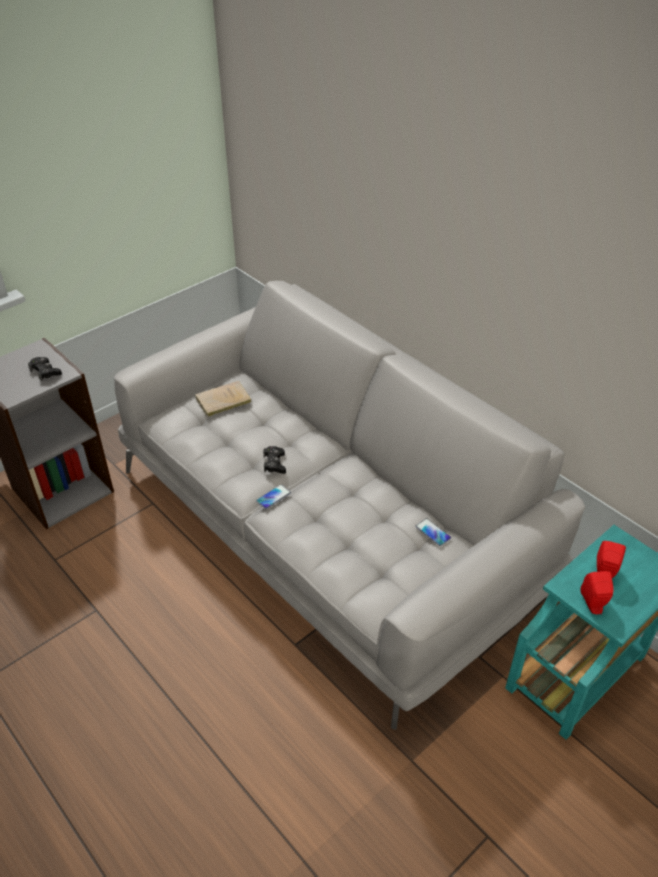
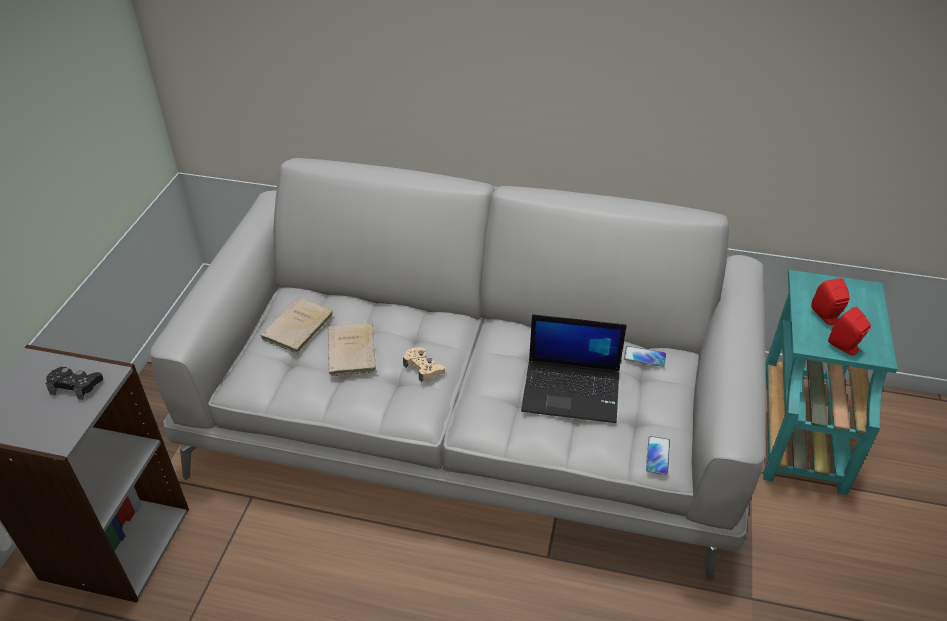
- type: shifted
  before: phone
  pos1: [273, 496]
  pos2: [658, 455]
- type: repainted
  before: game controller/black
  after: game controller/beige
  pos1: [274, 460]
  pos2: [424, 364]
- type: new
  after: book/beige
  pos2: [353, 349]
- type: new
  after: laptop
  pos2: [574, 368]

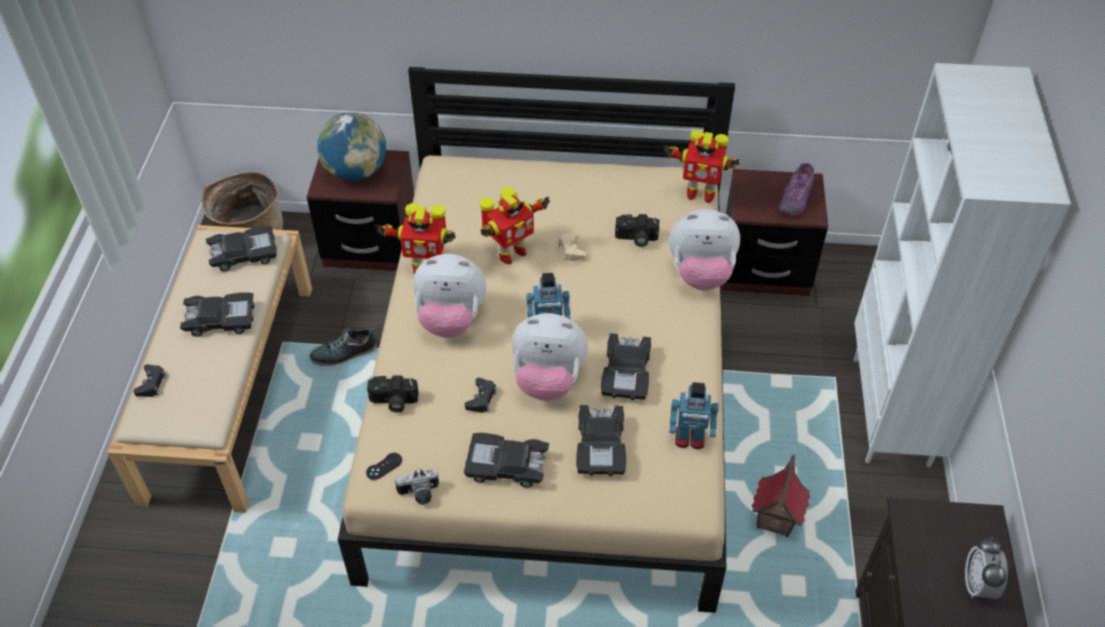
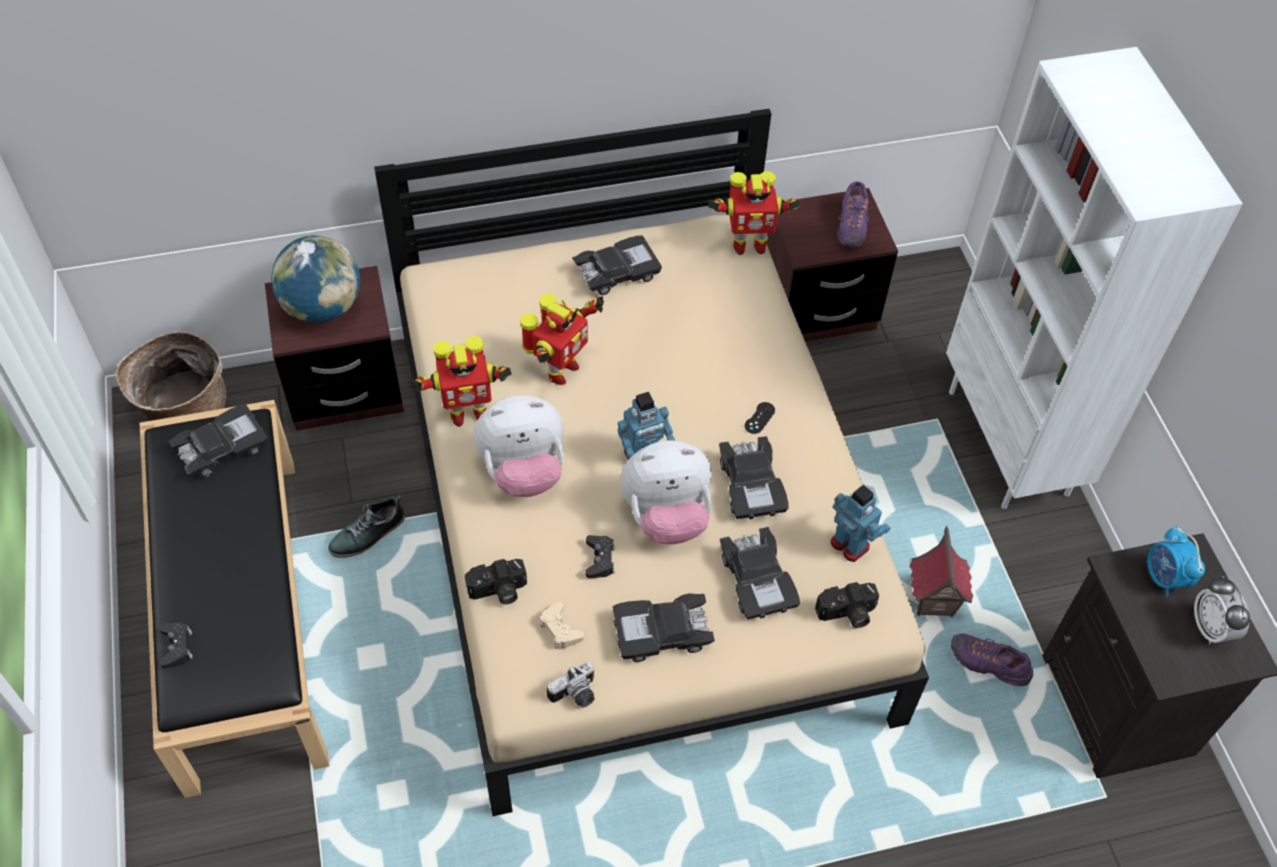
- type: repainted
  before: bench/beige
  after: bench/black
  pos1: [209, 369]
  pos2: [234, 599]
- type: shifted
  before: toy car/black
  pos1: [217, 314]
  pos2: [617, 265]
- type: shifted
  before: game controller/black
  pos1: [384, 466]
  pos2: [760, 418]
- type: shifted
  before: game controller/beige
  pos1: [572, 246]
  pos2: [562, 625]
- type: shifted
  before: photo camera
  pos1: [637, 230]
  pos2: [847, 605]
- type: gone
  before: plush toy
  pos1: [704, 250]
- type: rotated
  before: toy robot
  pos1: [694, 415]
  pos2: [860, 523]
  turn: -120
- type: new
  after: shoe/purple
  pos2: [992, 660]
- type: new
  after: alarm clock
  pos2: [1175, 561]

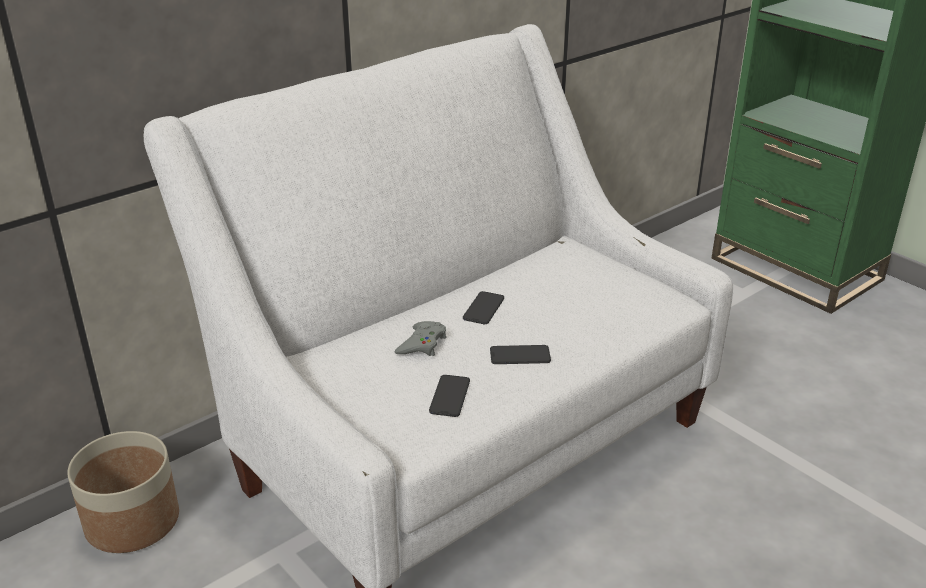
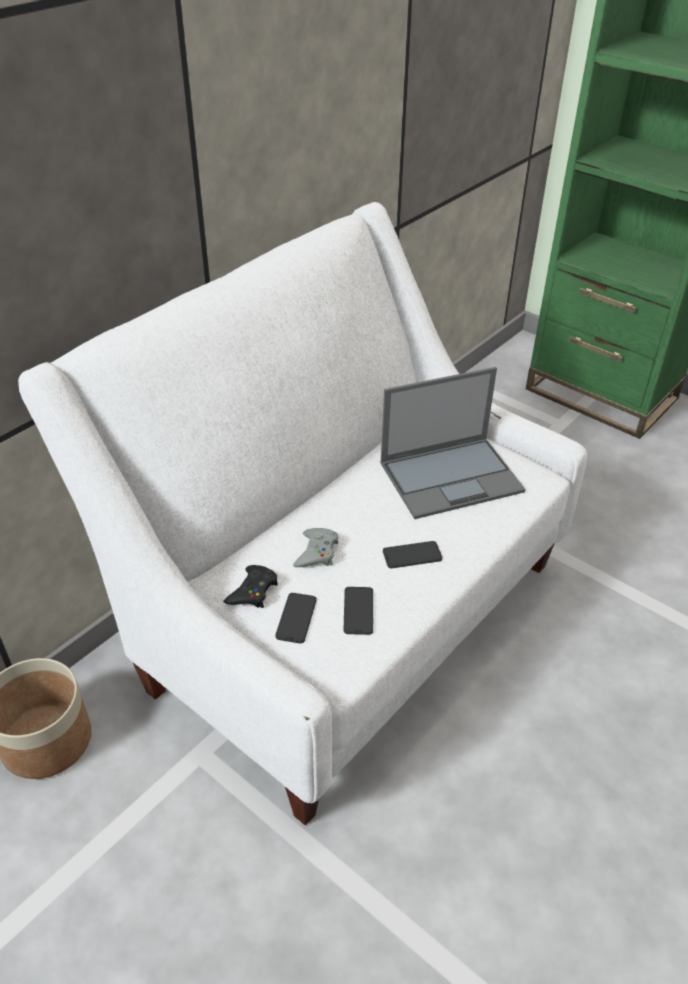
- type: shifted
  before: phone
  pos1: [483, 307]
  pos2: [296, 618]
- type: new
  after: game controller/black
  pos2: [251, 586]
- type: new
  after: laptop
  pos2: [453, 443]

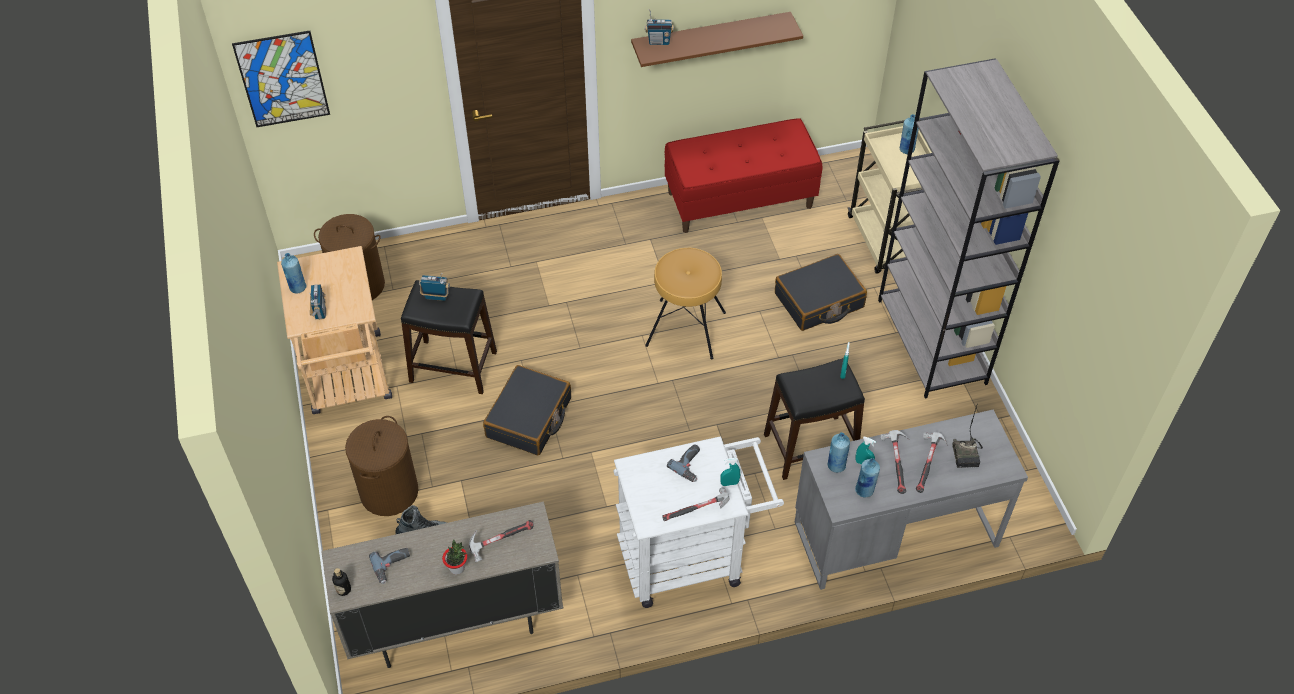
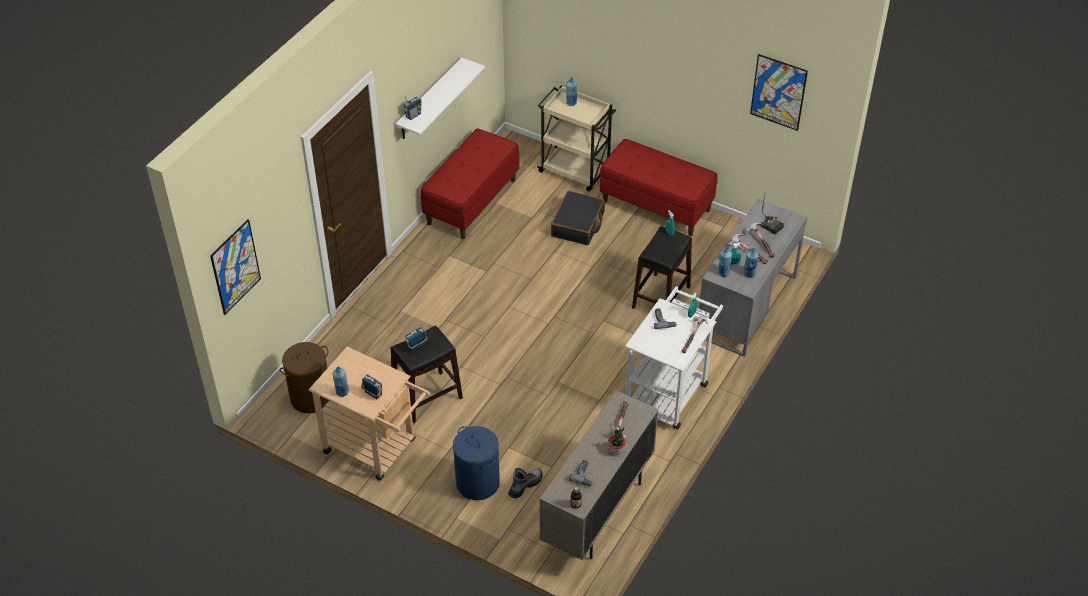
- type: repainted
  before: laundry basket/brown
  after: laundry basket/blue
  pos1: [382, 466]
  pos2: [476, 463]
- type: gone
  before: suitcase/black
  pos1: [527, 410]
- type: repainted
  before: shelf/brown
  after: shelf/white
  pos1: [717, 39]
  pos2: [440, 98]
- type: gone
  before: stool/brown
  pos1: [685, 304]
- type: swapped
  before: bookcase/grey
  after: bench/red
  pos1: [969, 228]
  pos2: [659, 187]
- type: new
  after: picture
  pos2: [779, 92]

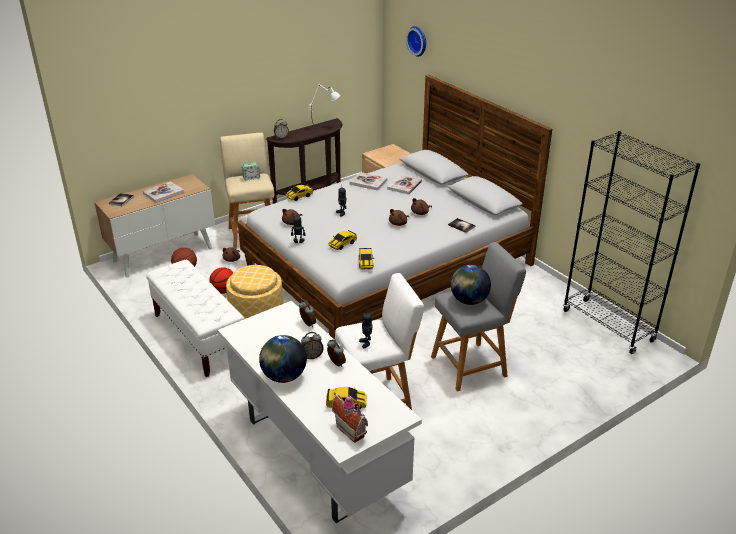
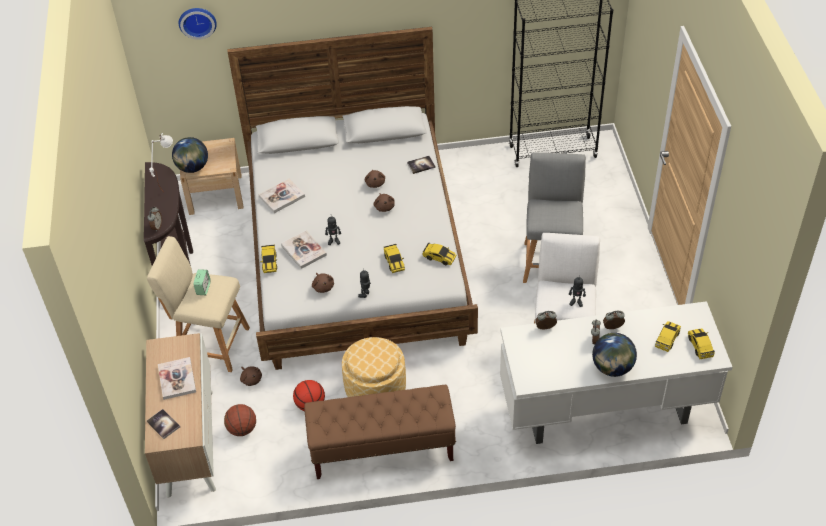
- type: repainted
  before: bench/white
  after: bench/brown
  pos1: [195, 318]
  pos2: [380, 431]
- type: swapped
  before: toy house
  after: toy car
  pos1: [350, 417]
  pos2: [701, 344]
- type: shifted
  before: book
  pos1: [404, 184]
  pos2: [304, 250]
- type: shifted
  before: globe
  pos1: [471, 285]
  pos2: [190, 155]

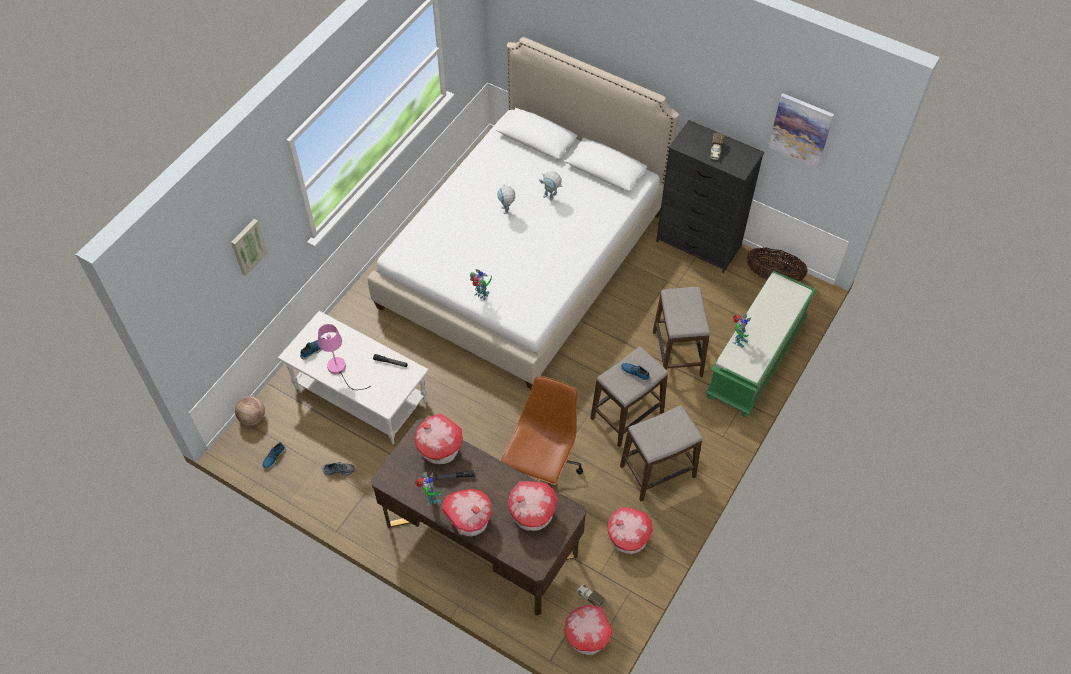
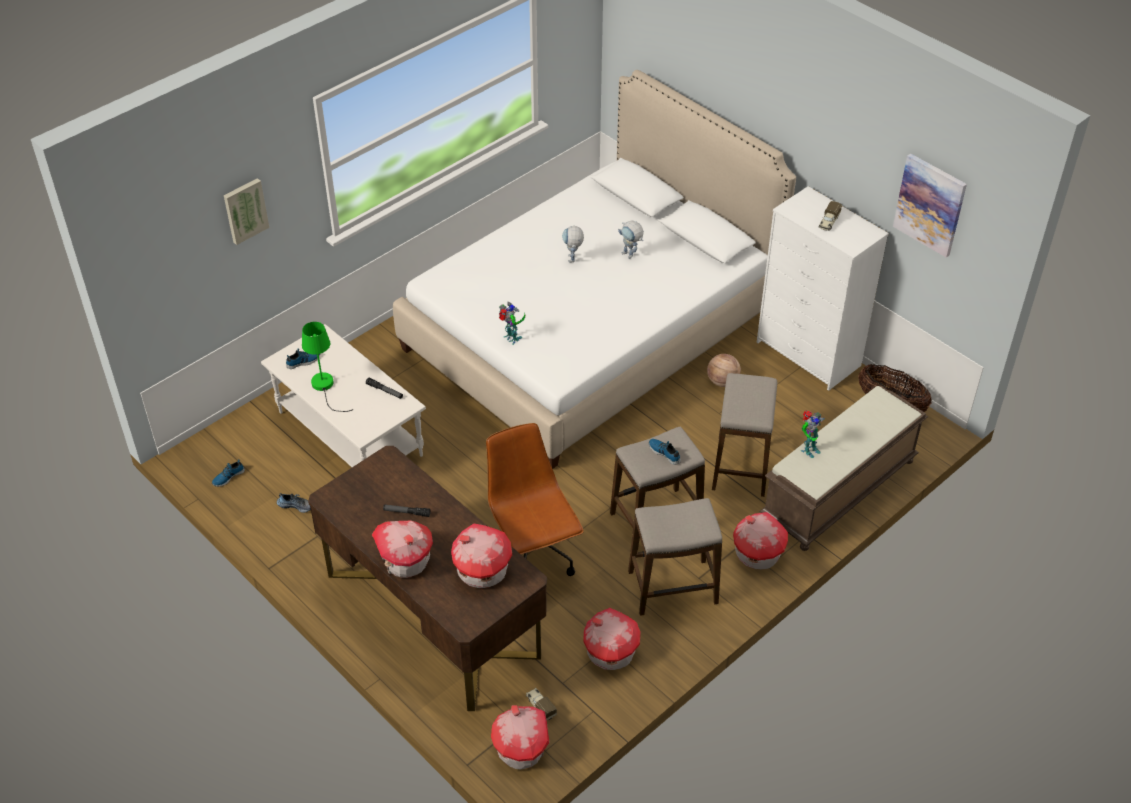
- type: shifted
  before: basketball
  pos1: [250, 410]
  pos2: [724, 370]
- type: repainted
  before: table lamp/pink
  after: table lamp/green
  pos1: [344, 357]
  pos2: [327, 367]
- type: shifted
  before: toy house
  pos1: [439, 439]
  pos2: [760, 540]
- type: gone
  before: toy robot
  pos1: [428, 488]
- type: rotated
  before: office chair/brown
  pos1: [541, 432]
  pos2: [535, 499]
  turn: -60
- type: repainted
  before: dresser/black
  after: dresser/white
  pos1: [710, 196]
  pos2: [823, 288]
- type: repainted
  before: bench/green
  after: bench/brown
  pos1: [761, 344]
  pos2: [843, 468]

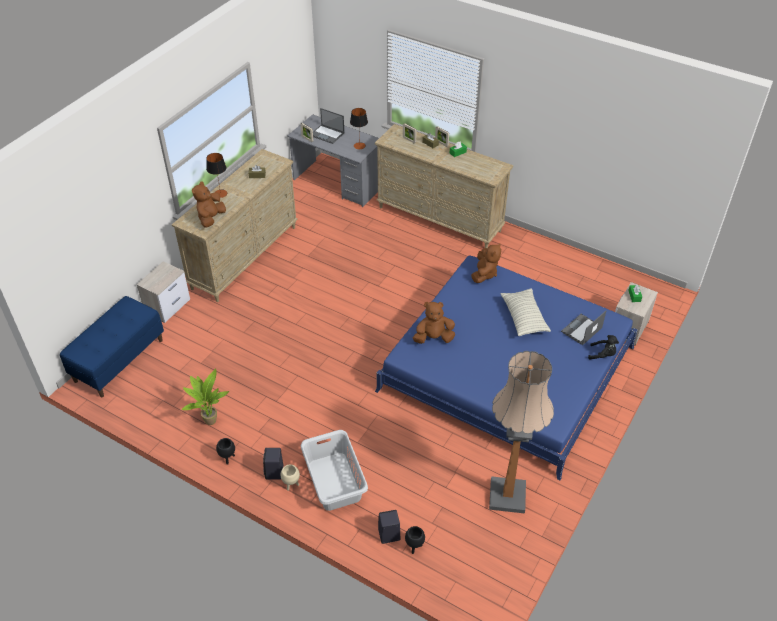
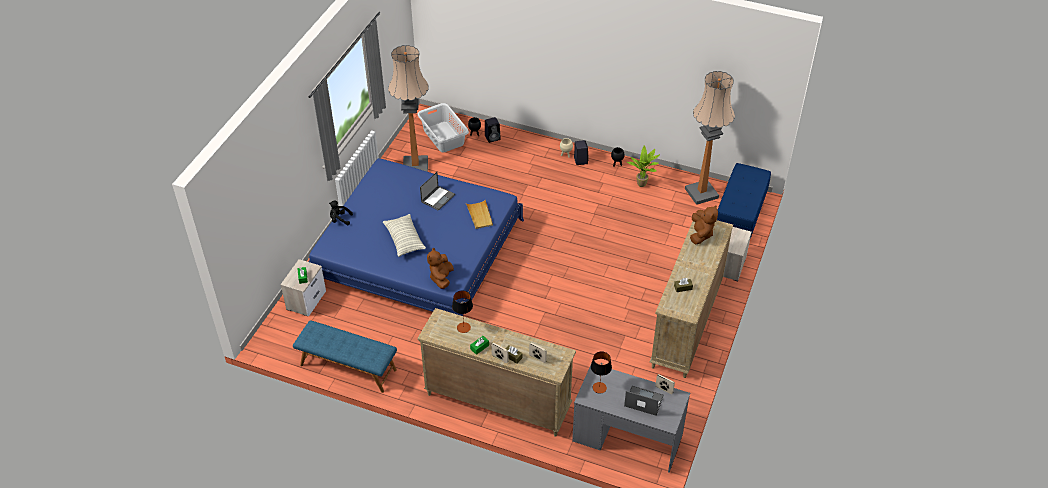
- type: shifted
  before: table lamp
  pos1: [216, 175]
  pos2: [462, 312]
- type: shifted
  before: laundry basket/grey
  pos1: [334, 470]
  pos2: [443, 127]
- type: swapped
  before: plush toy/brown
  after: tray/beige
  pos1: [434, 323]
  pos2: [479, 214]
- type: shifted
  before: laptop
  pos1: [584, 327]
  pos2: [437, 191]
- type: new
  after: bench/blue
  pos2: [345, 356]
- type: new
  after: floor lamp
  pos2: [710, 138]

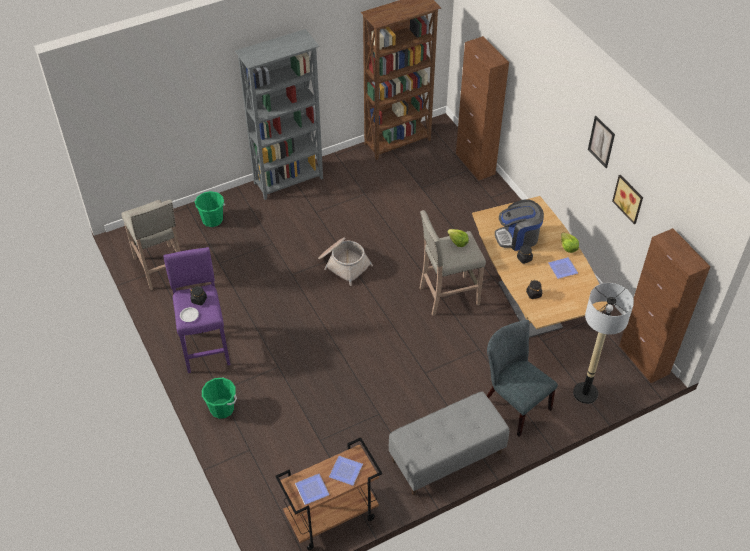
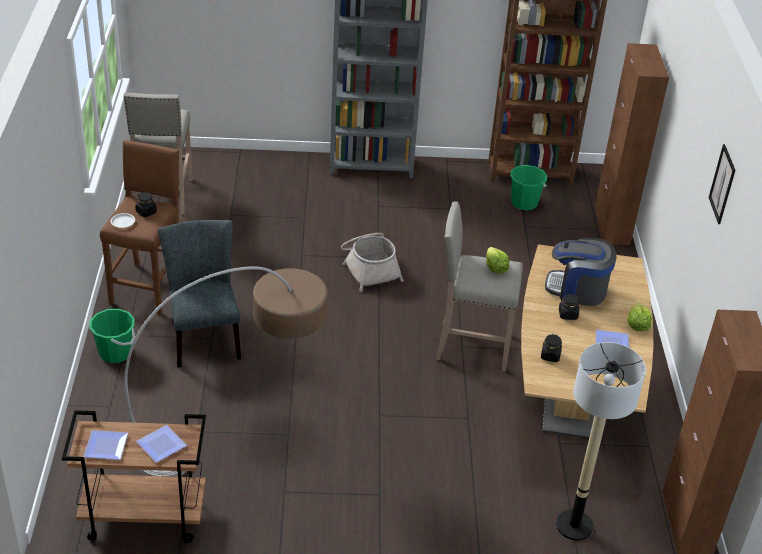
- type: repainted
  before: stool/purple
  after: stool/brown
  pos1: [196, 310]
  pos2: [139, 227]
- type: shifted
  before: bucket/green
  pos1: [210, 209]
  pos2: [528, 187]
- type: gone
  before: bench/grey
  pos1: [449, 443]
- type: shifted
  before: chair/grey
  pos1: [522, 378]
  pos2: [199, 293]
- type: gone
  before: picture
  pos1: [627, 199]
- type: new
  after: floor lamp
  pos2: [226, 371]

